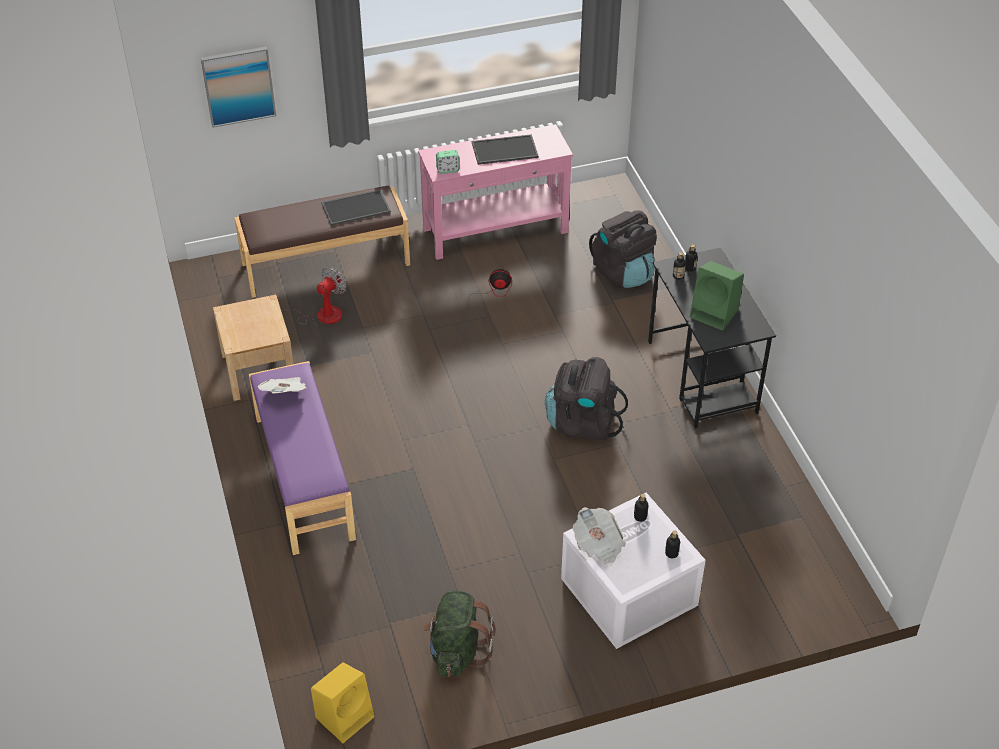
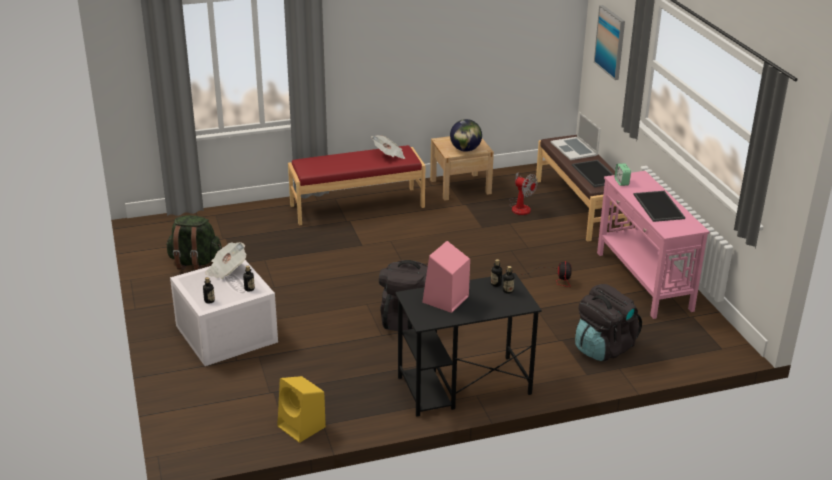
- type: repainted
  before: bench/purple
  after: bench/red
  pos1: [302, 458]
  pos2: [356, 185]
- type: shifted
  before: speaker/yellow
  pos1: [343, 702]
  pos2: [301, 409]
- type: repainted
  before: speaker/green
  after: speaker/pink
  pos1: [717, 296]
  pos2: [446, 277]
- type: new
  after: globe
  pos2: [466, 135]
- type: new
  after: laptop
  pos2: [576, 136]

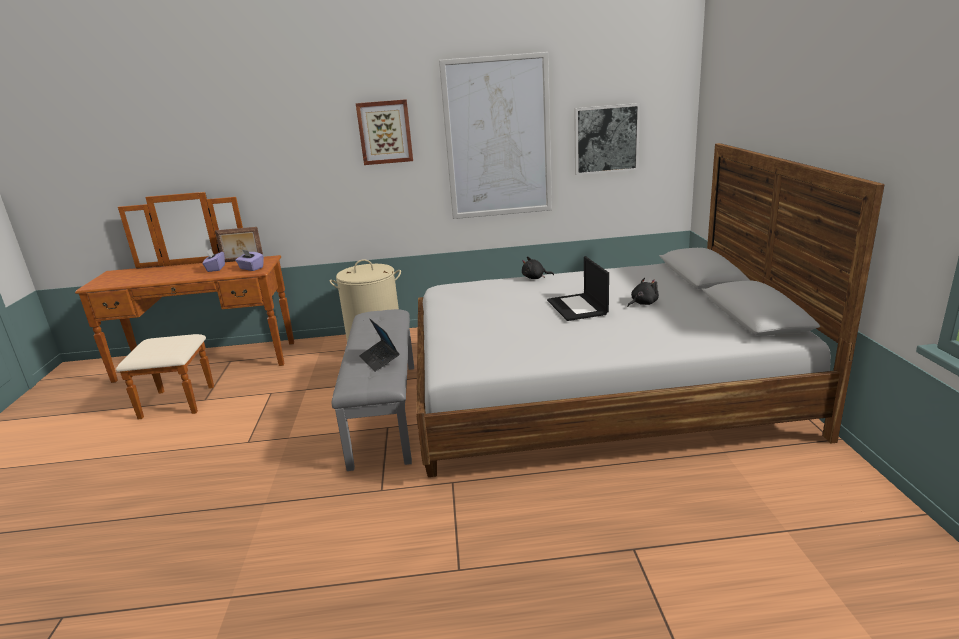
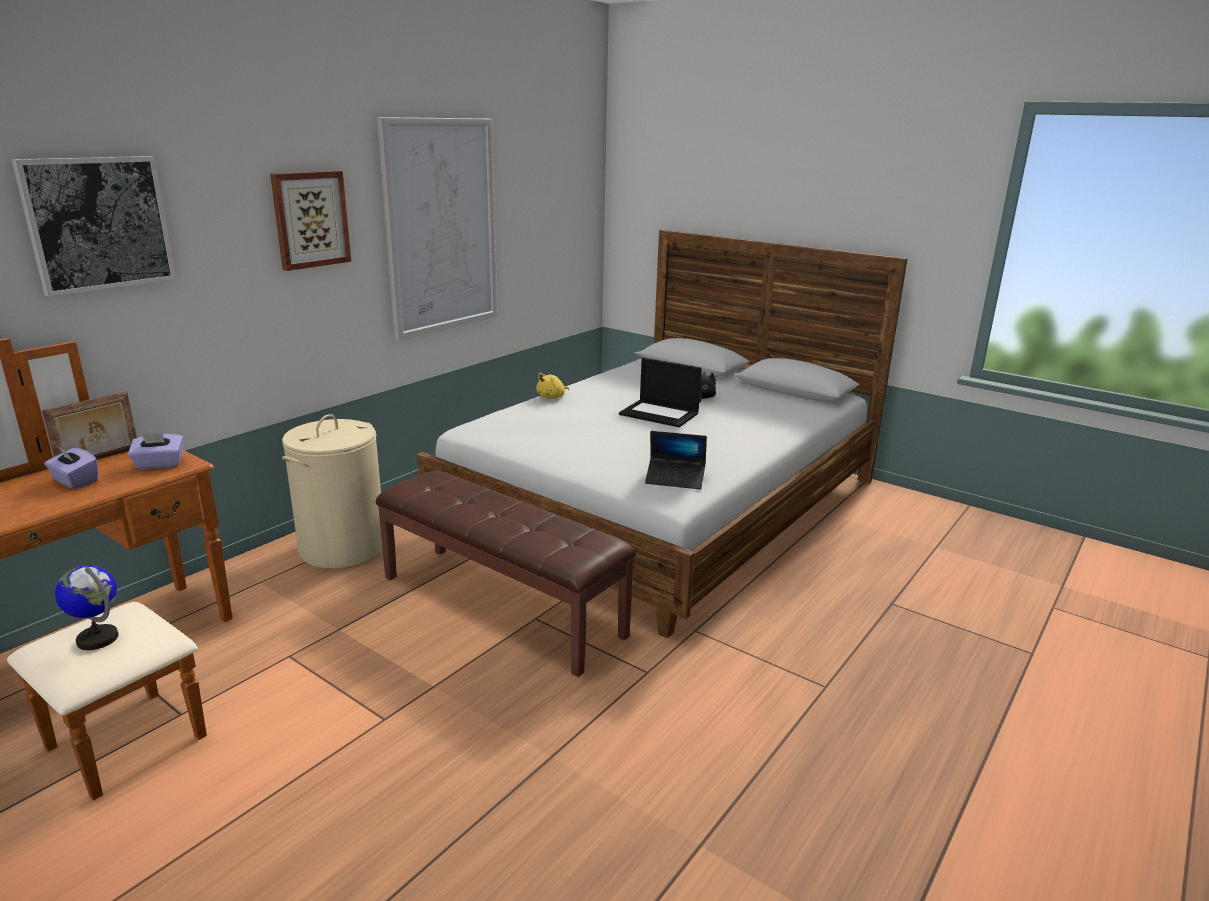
- type: repainted
  before: bench/grey
  after: bench/brown
  pos1: [373, 390]
  pos2: [505, 574]
- type: shifted
  before: laptop
  pos1: [379, 345]
  pos2: [676, 460]
- type: repainted
  before: plush toy/black
  after: plush toy/yellow
  pos1: [538, 268]
  pos2: [552, 385]
- type: shifted
  before: picture
  pos1: [607, 139]
  pos2: [93, 226]
- type: new
  after: globe
  pos2: [86, 607]

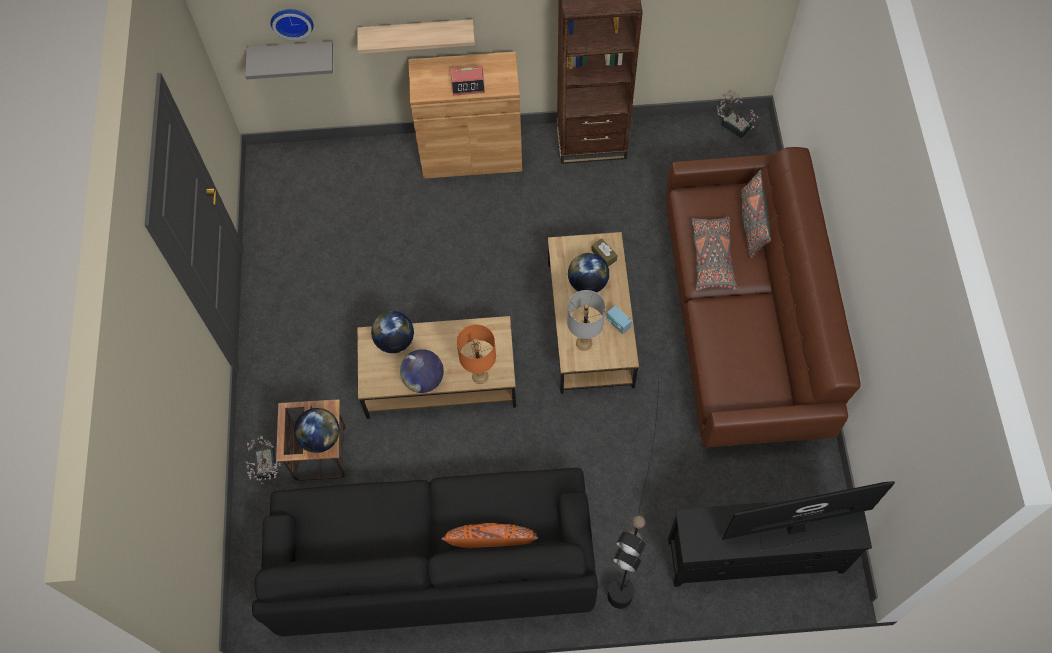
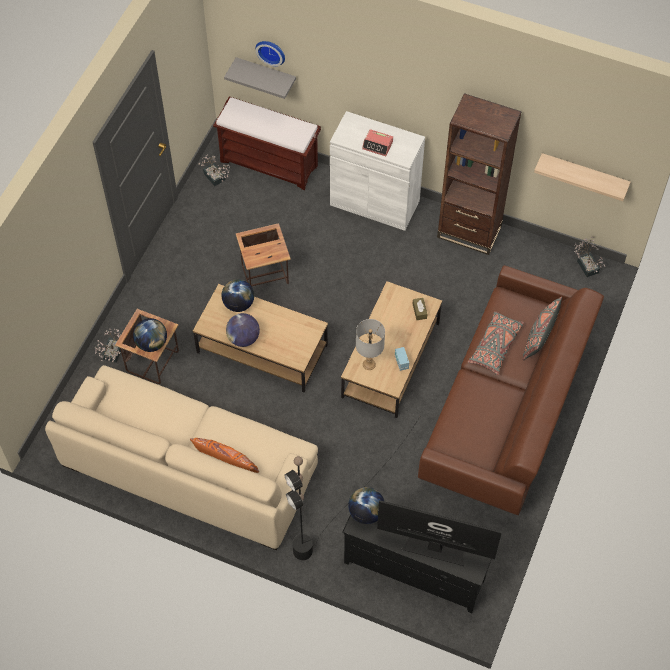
- type: repainted
  before: sofa/black
  after: sofa/beige
  pos1: [425, 552]
  pos2: [181, 457]
- type: shifted
  before: shelf
  pos1: [416, 36]
  pos2: [582, 177]
- type: repainted
  before: cabinet/brown
  after: cabinet/white
  pos1: [465, 115]
  pos2: [377, 171]
- type: gone
  before: table lamp/orange
  pos1: [476, 354]
- type: shifted
  before: globe
  pos1: [588, 273]
  pos2: [366, 505]
- type: new
  after: potted plant
  pos2: [214, 170]
- type: new
  after: bench/brown
  pos2: [267, 143]
- type: new
  after: side table
  pos2: [263, 254]

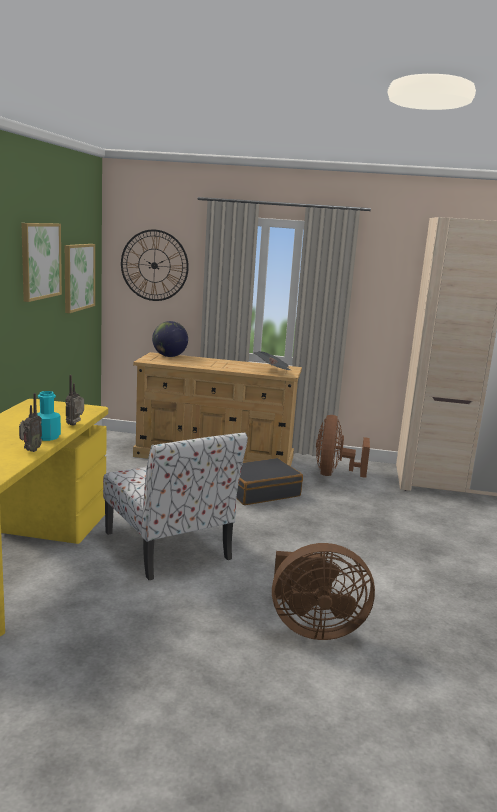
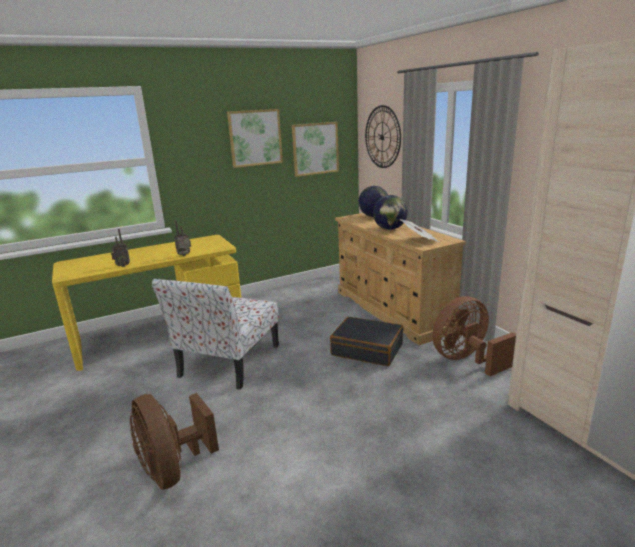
- type: gone
  before: bottle/turquoise
  pos1: [49, 416]
- type: new
  after: globe
  pos2: [390, 212]

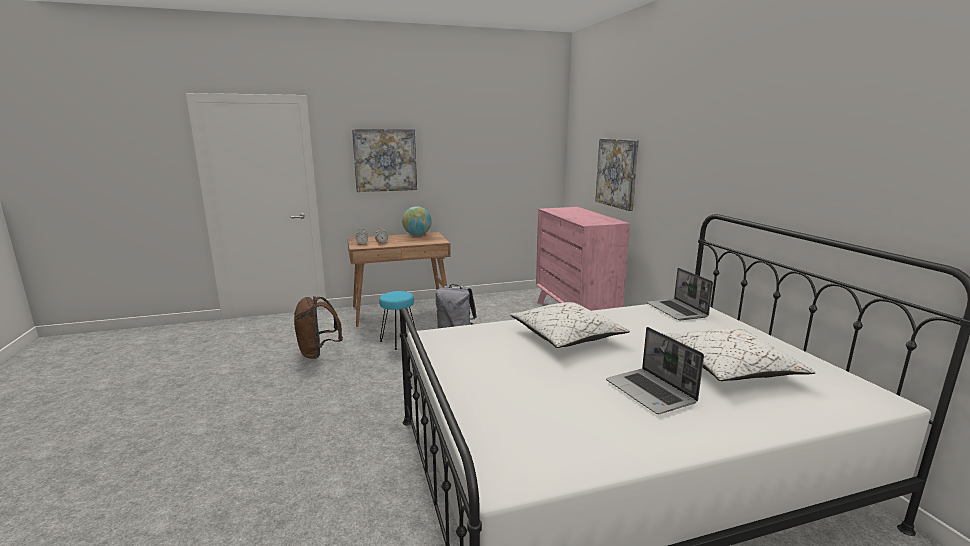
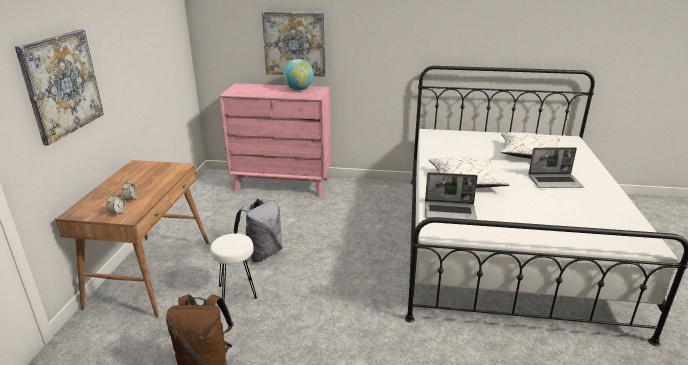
- type: repainted
  before: stool/turquoise
  after: stool/white
  pos1: [397, 320]
  pos2: [233, 266]
- type: shifted
  before: globe
  pos1: [417, 221]
  pos2: [298, 74]
- type: shifted
  before: laptop
  pos1: [679, 294]
  pos2: [451, 196]

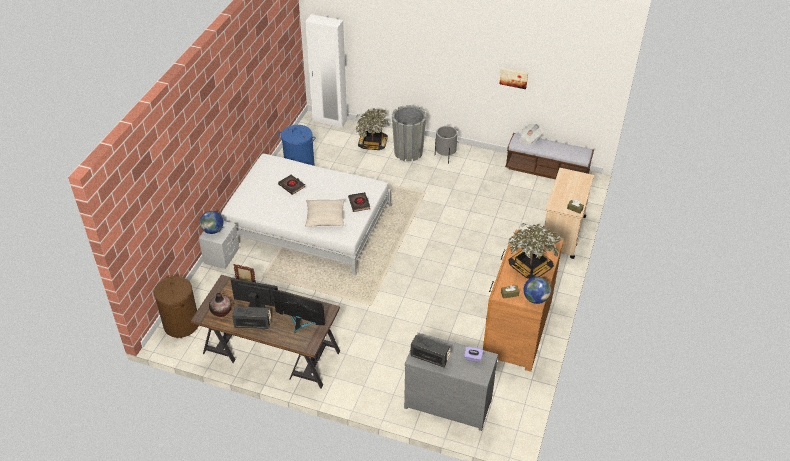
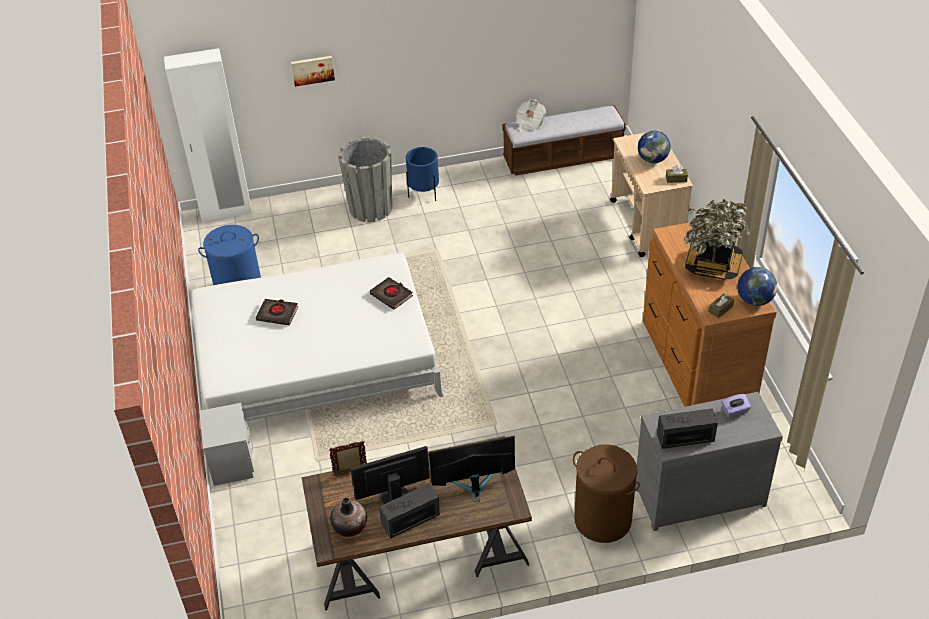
- type: shifted
  before: laundry basket/brown
  pos1: [176, 306]
  pos2: [606, 493]
- type: shifted
  before: globe
  pos1: [211, 222]
  pos2: [654, 147]
- type: gone
  before: pillow/beige
  pos1: [325, 213]
- type: gone
  before: potted plant
  pos1: [373, 129]
- type: repainted
  before: planter/grey
  after: planter/blue
  pos1: [446, 145]
  pos2: [422, 174]
- type: shifted
  before: picture
  pos1: [513, 78]
  pos2: [313, 71]

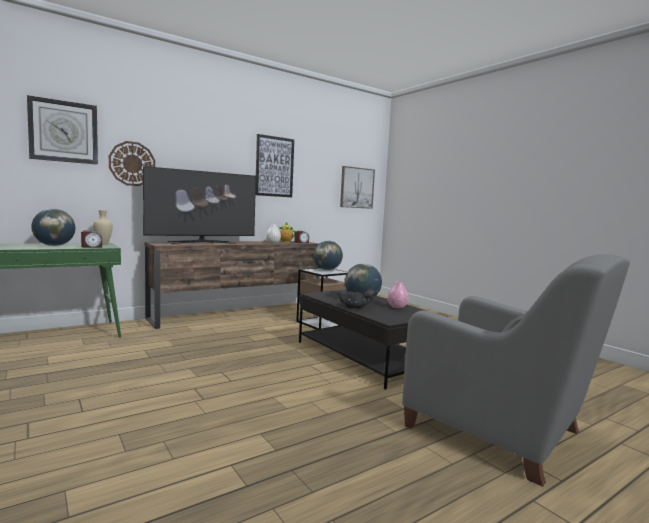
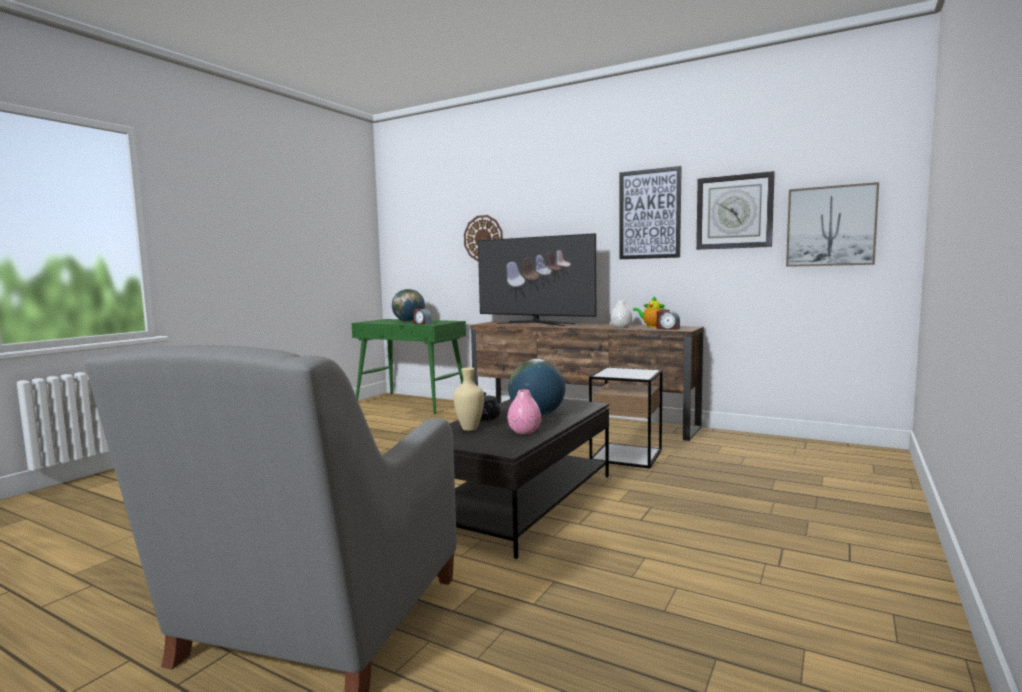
- type: shifted
  before: wall clock
  pos1: [62, 130]
  pos2: [735, 210]
- type: shifted
  before: vase/beige
  pos1: [103, 227]
  pos2: [468, 399]
- type: gone
  before: globe
  pos1: [328, 255]

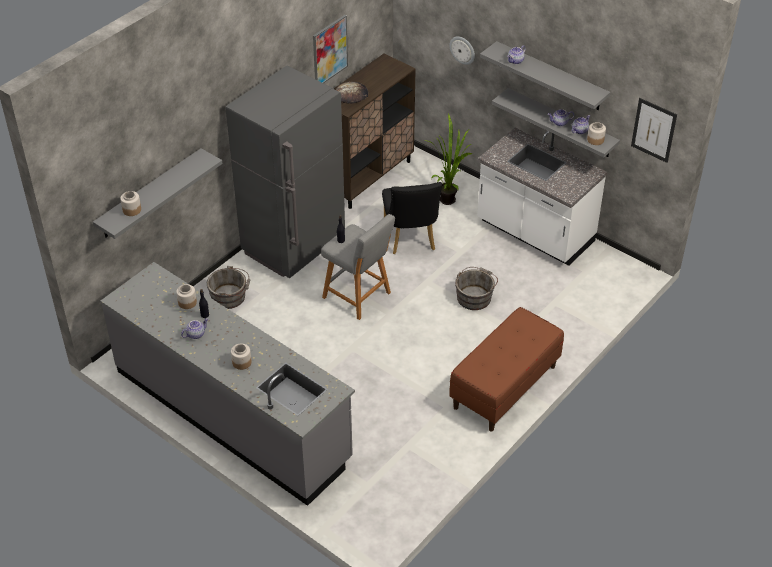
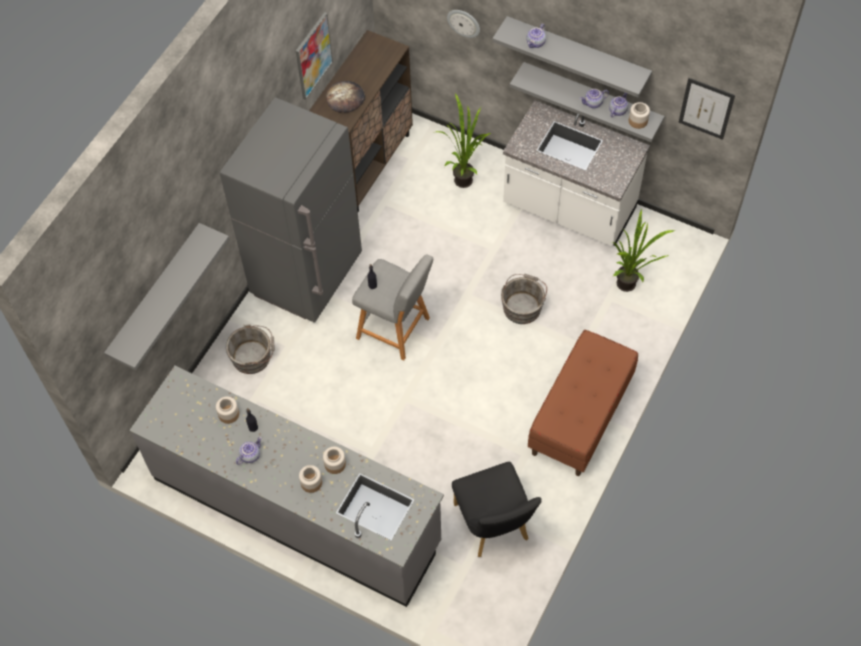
- type: shifted
  before: jar
  pos1: [130, 203]
  pos2: [334, 460]
- type: shifted
  before: chair/black
  pos1: [412, 218]
  pos2: [496, 509]
- type: new
  after: potted plant
  pos2: [643, 250]

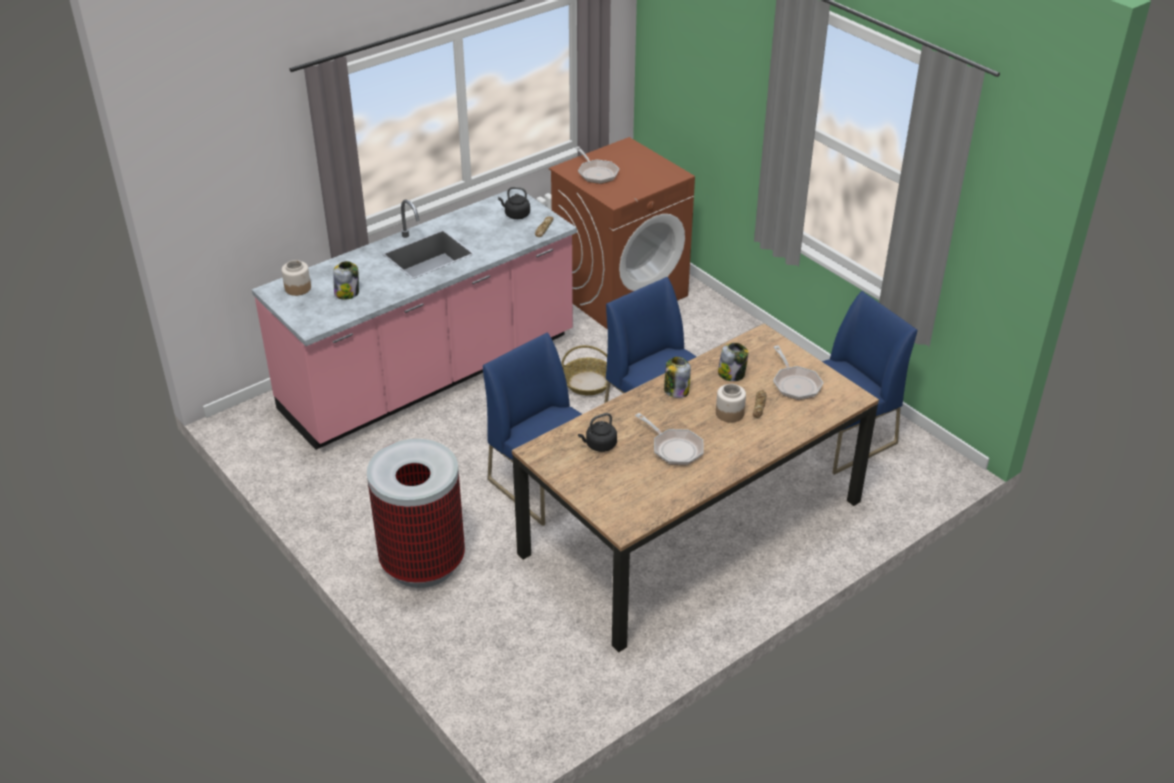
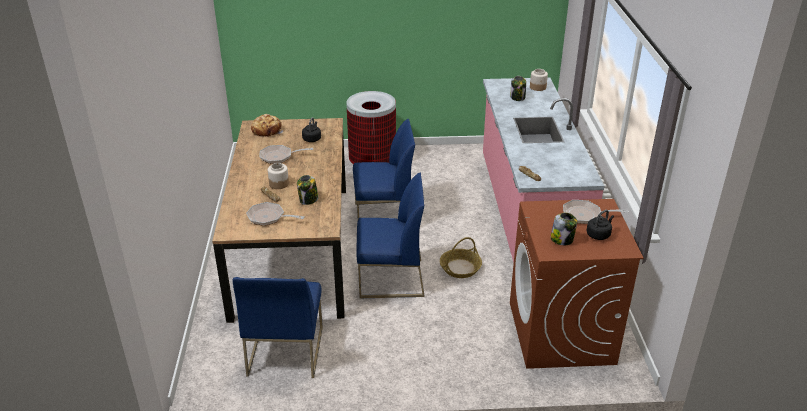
- type: shifted
  before: kettle/black
  pos1: [514, 203]
  pos2: [600, 225]
- type: shifted
  before: jar
  pos1: [677, 377]
  pos2: [564, 229]
- type: new
  after: bread
  pos2: [267, 126]

